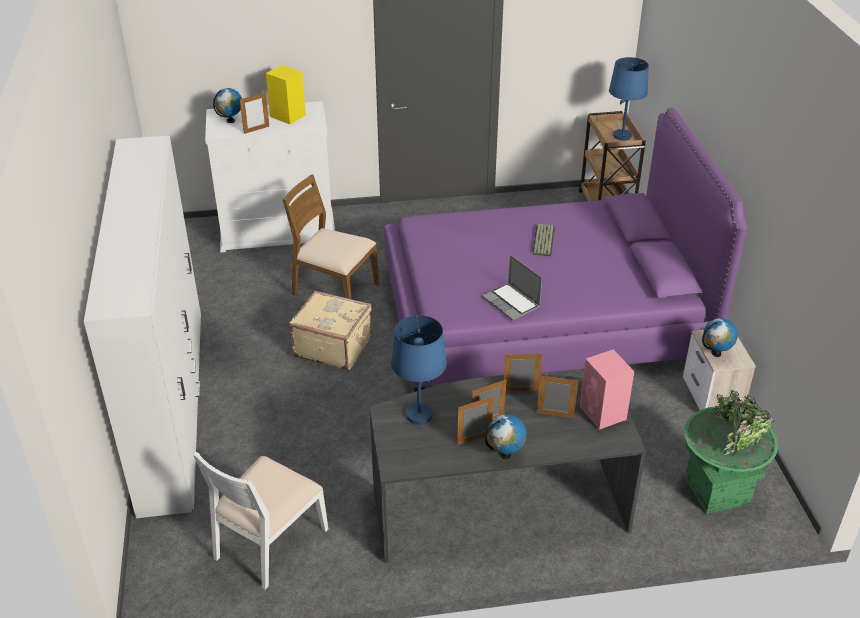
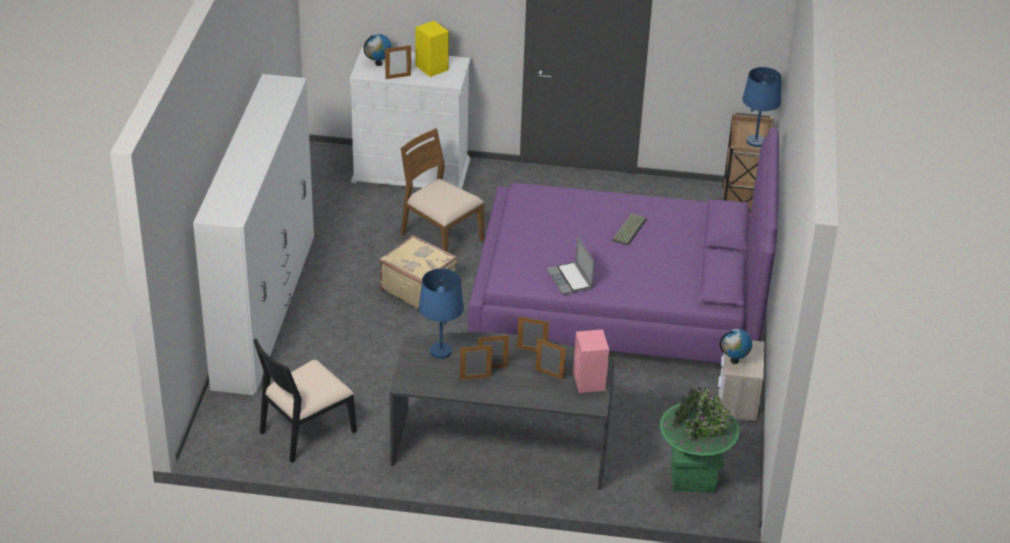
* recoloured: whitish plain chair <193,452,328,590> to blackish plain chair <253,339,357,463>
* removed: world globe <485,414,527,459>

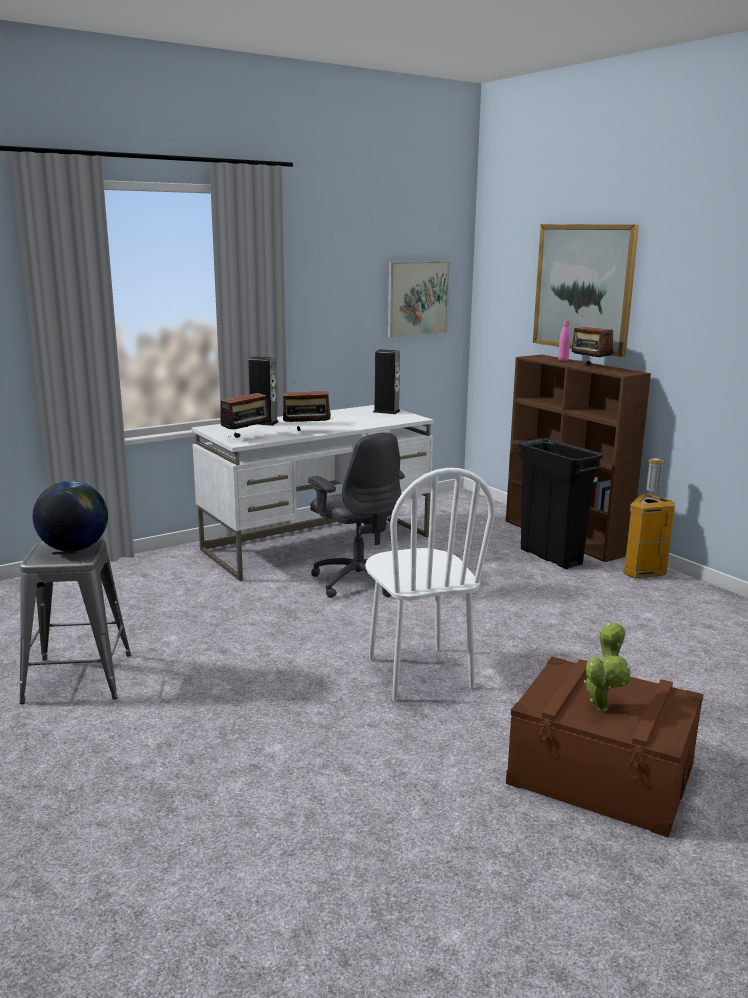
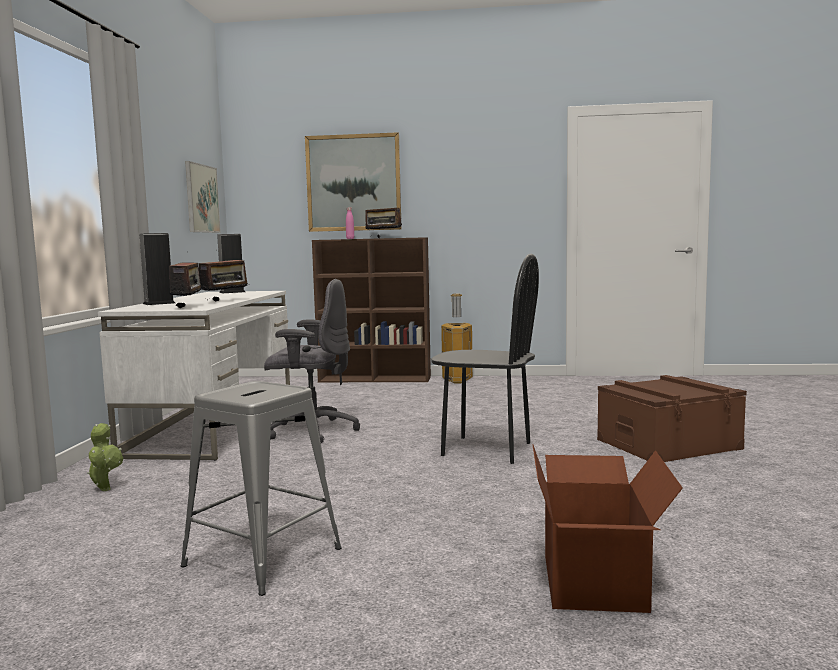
* removed: world globe <33,481,108,551>
* recoloured: whitish plain chair <365,468,495,701> to blackish plain chair <431,254,539,464>
* removed: blackish waste bin <518,438,603,569>
* moved: houseplant <584,622,631,711> to <87,423,123,491>
* added: packing box <532,444,683,613>

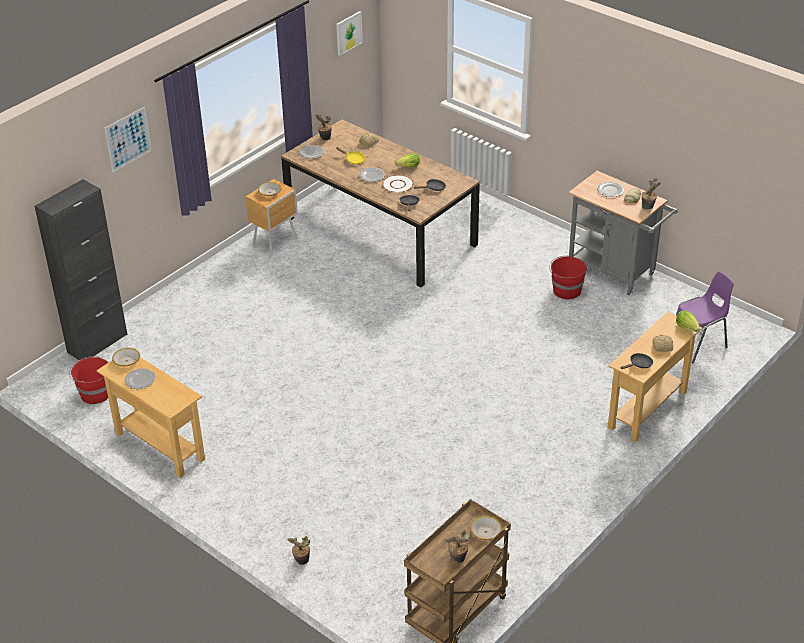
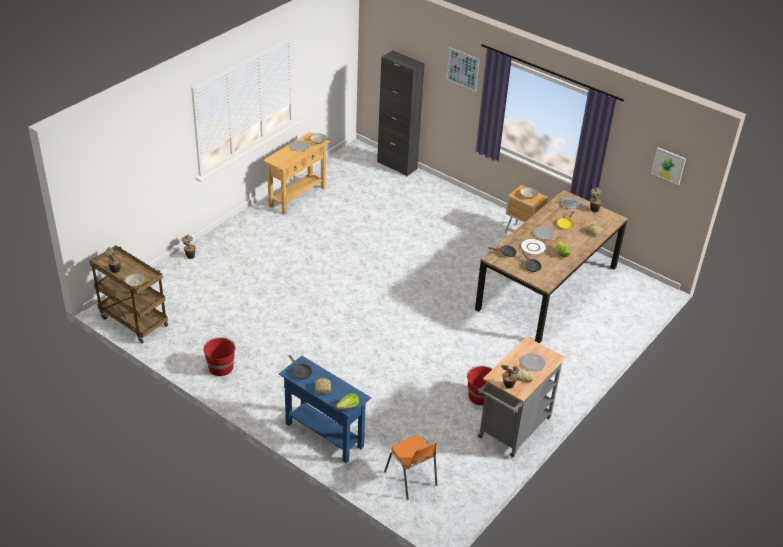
* moved: reddish water bucket <69,356,108,404> to <203,337,236,376>
* recoloured: beige hall table <608,312,702,443> to blue hall table <279,356,371,463>
* recoloured: purple plain chair <676,272,734,364> to orange plain chair <384,435,437,500>

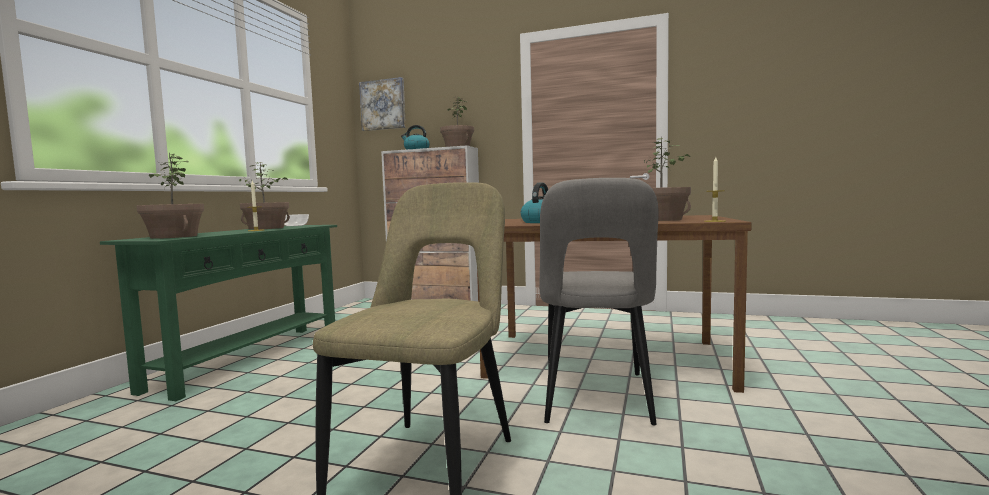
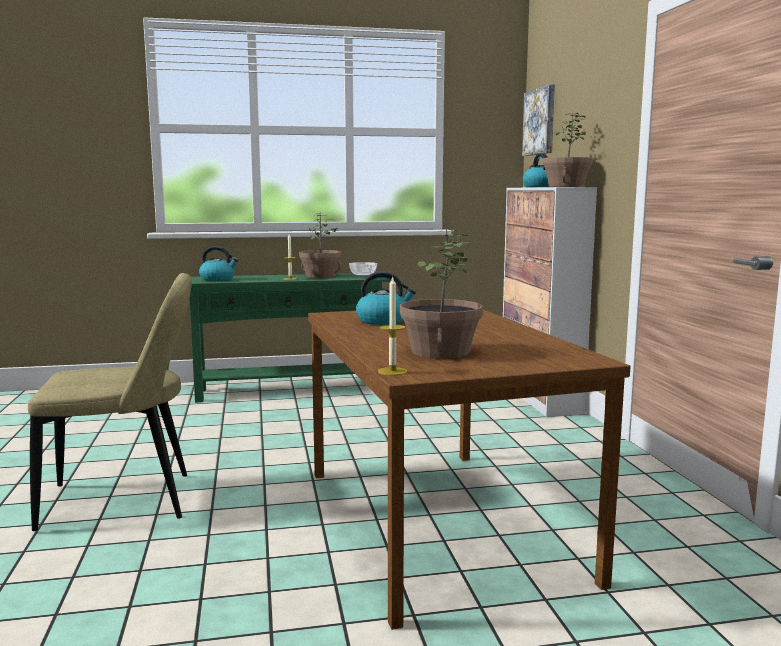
* replaced: houseplant <137,153,204,239> to tea kettle <199,246,239,281>
* removed: grey plain chair <539,178,659,426>

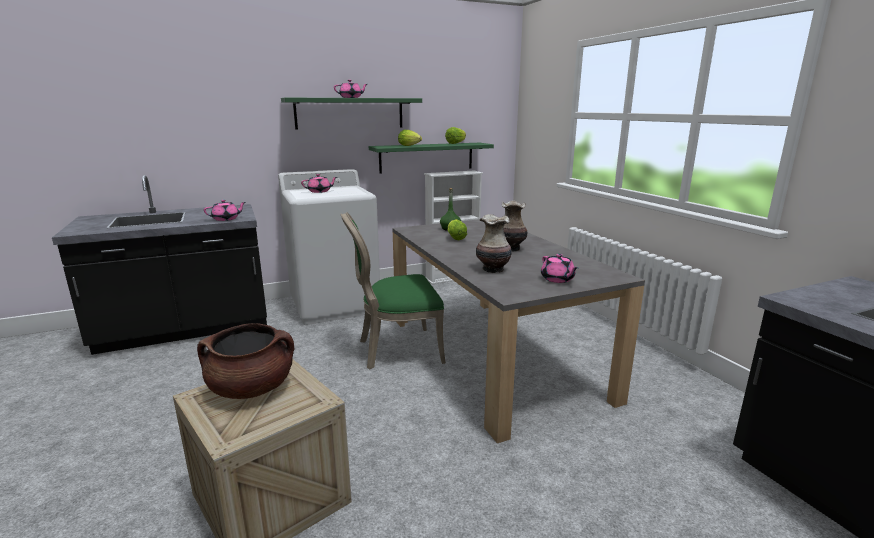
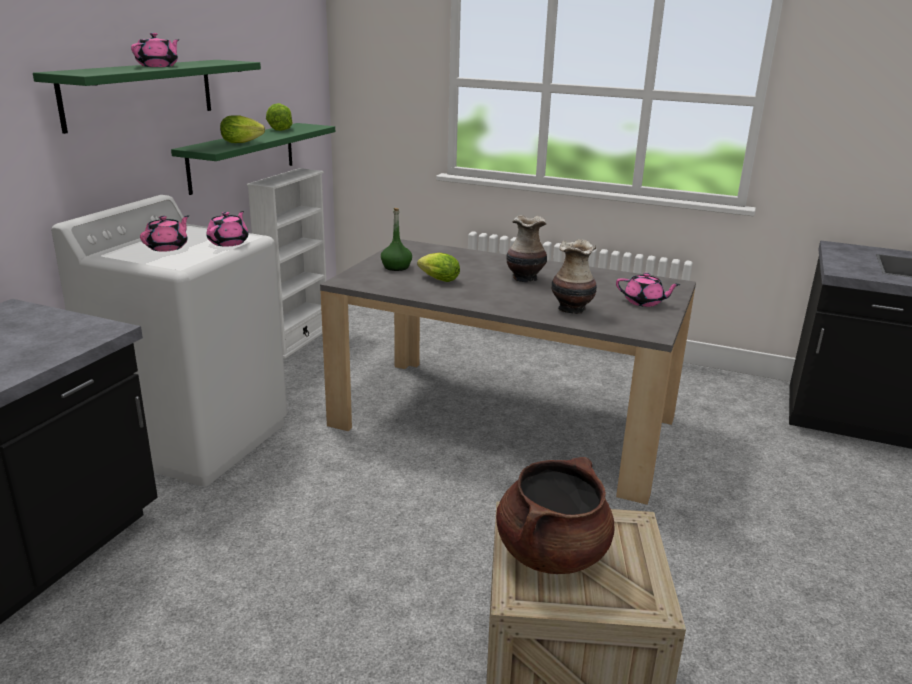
* moved: pink-coloured teapot <204,200,246,221> to <207,211,248,247>
* removed: greenish plain chair <340,212,446,369>

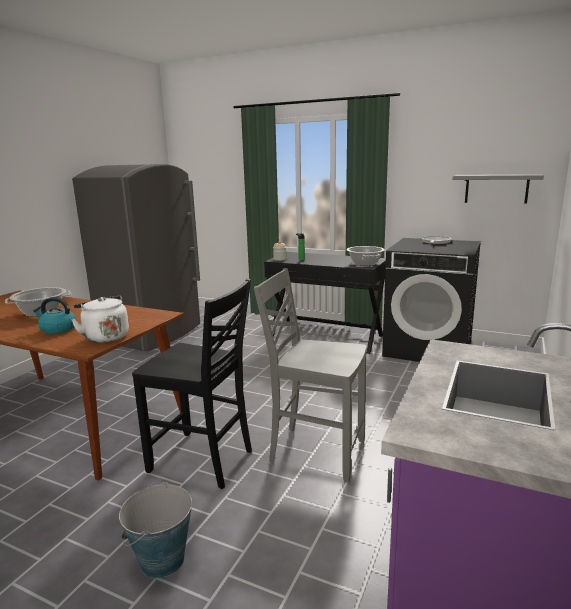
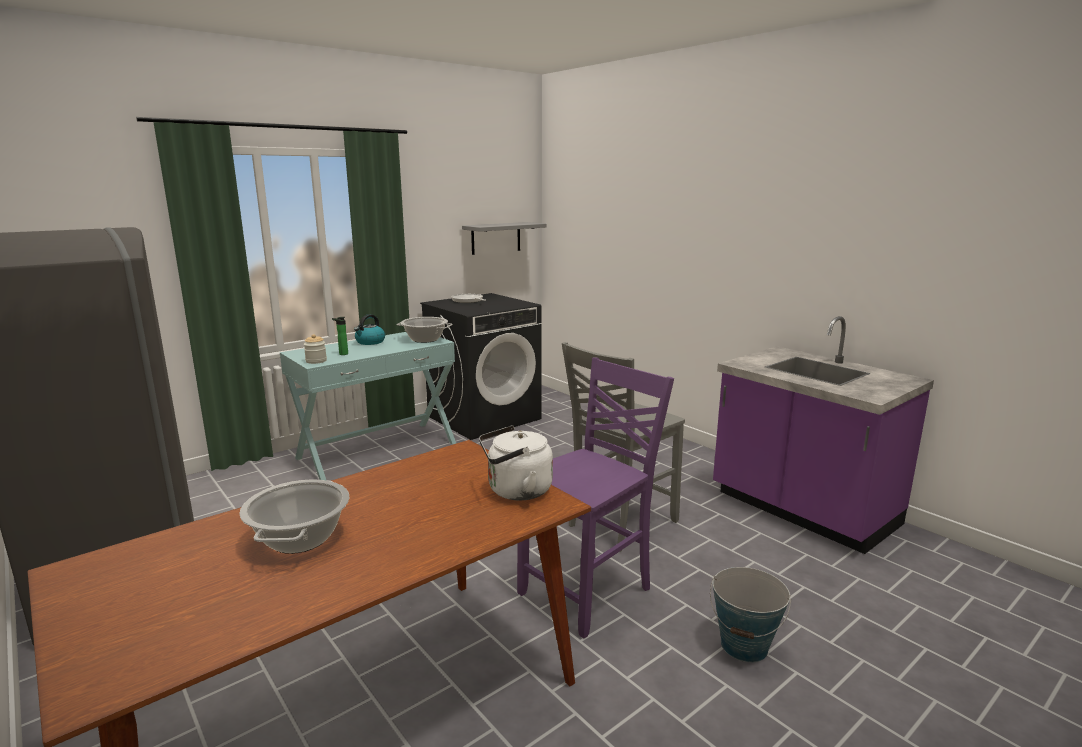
* moved: tea kettle <33,297,76,334> to <354,314,385,345>
* recoloured: blackish plain chair <132,279,252,489> to purple plain chair <517,357,674,639>
* recoloured: blackish hall table <264,252,386,354> to blue-green hall table <280,332,456,480>

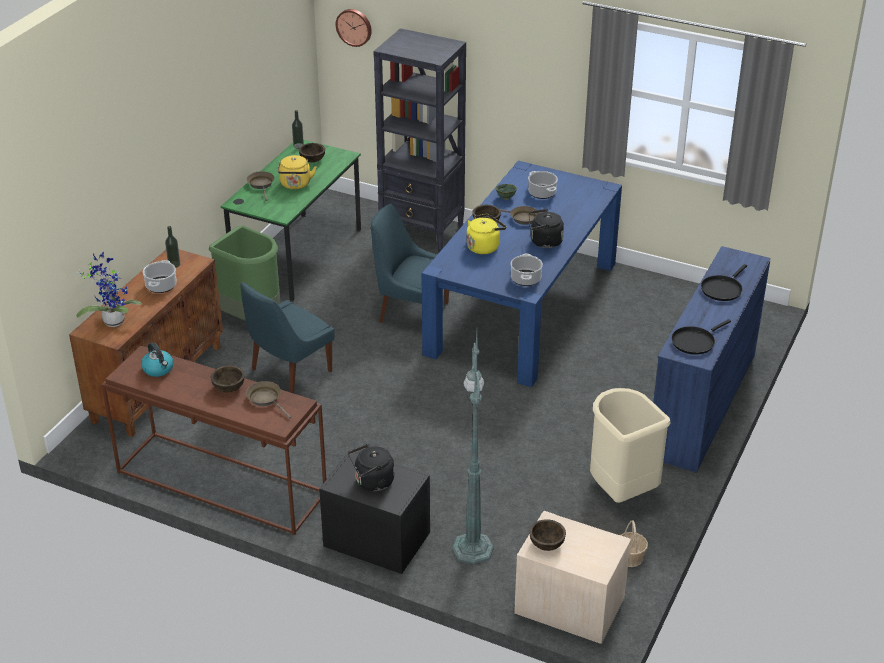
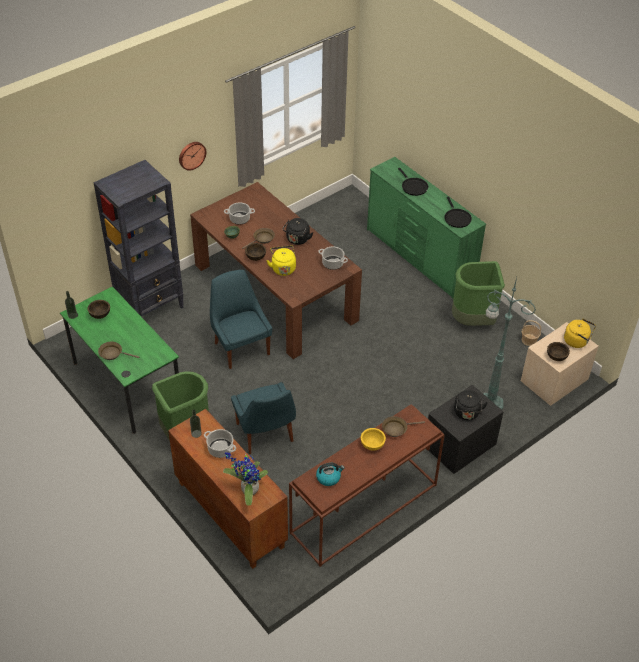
* recoloured: brown bowl <211,365,245,392> to yellow bowl <361,428,386,451>
* moved: yellow tea kettle <278,155,316,189> to <564,319,596,348>
* moved: hanging clock <336,9,372,47> to <179,142,206,171>
* turned: blue plain chair <371,203,449,323> = <210,270,272,369> 105 degrees clockwise
* recoloured: blue dinner table <421,161,622,387> to brown dinner table <190,182,362,359>
* recoloured: beige waste bin <590,388,671,503> to greenish waste bin <452,261,505,326>
* recoloured: blue drawer chest <653,246,771,473> to greenish drawer chest <367,157,486,299>

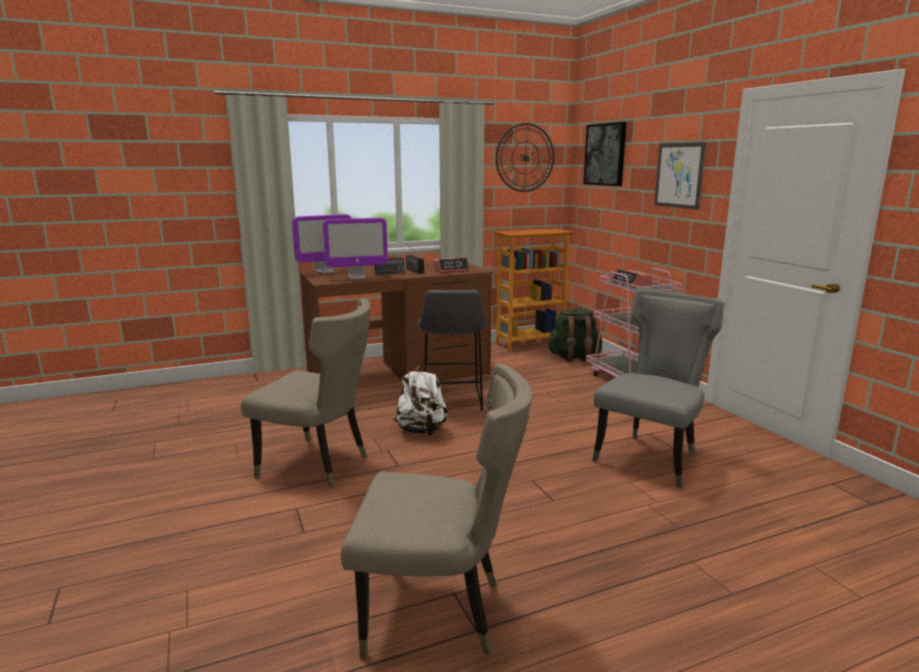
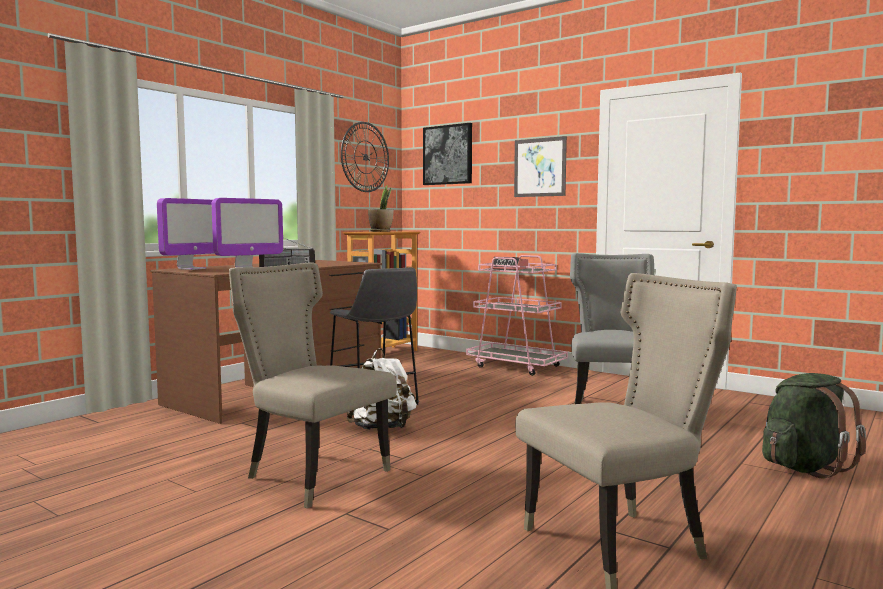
* turned: beige plain chair <241,298,371,488> = <229,262,397,509> 135 degrees counterclockwise
* removed: bedside clock <433,258,469,273>
* moved: greenish knapsack <547,309,602,362> to <762,373,866,478>
* added: houseplant <368,185,394,232>

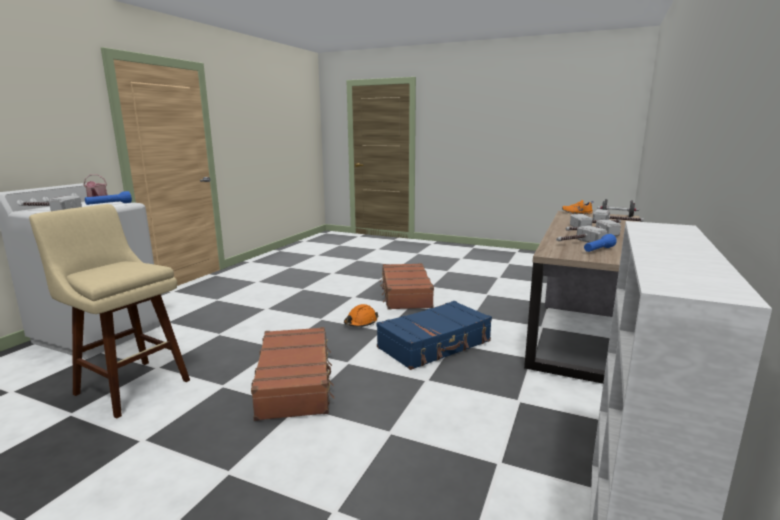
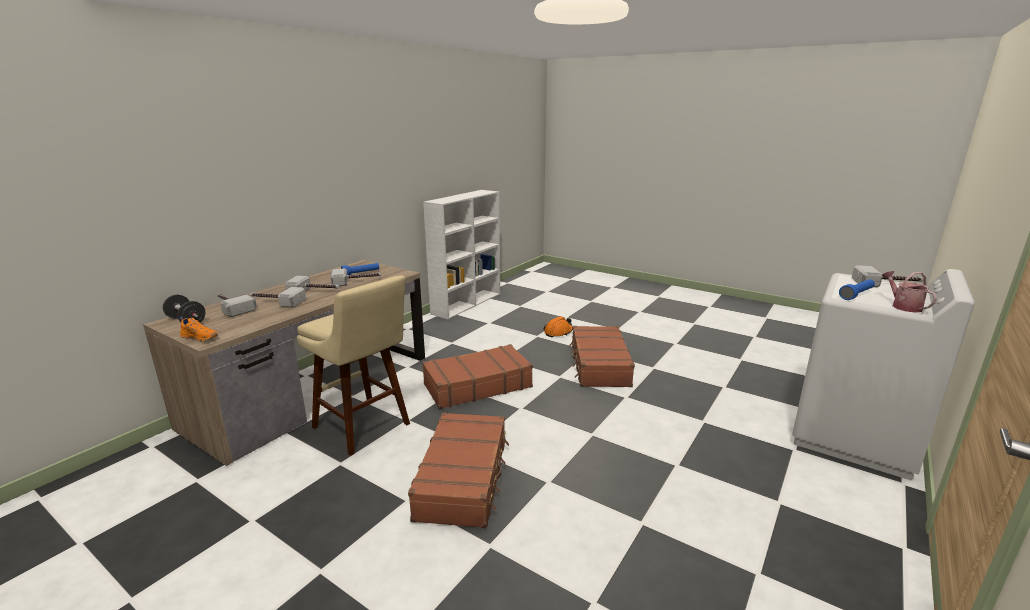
* moved: beige stool <29,204,190,419> to <297,275,410,456>
* moved: orange work helmet <344,304,378,327> to <543,316,573,337>
* recoloured: blue suitcase <377,301,492,370> to brown suitcase <422,344,533,409>

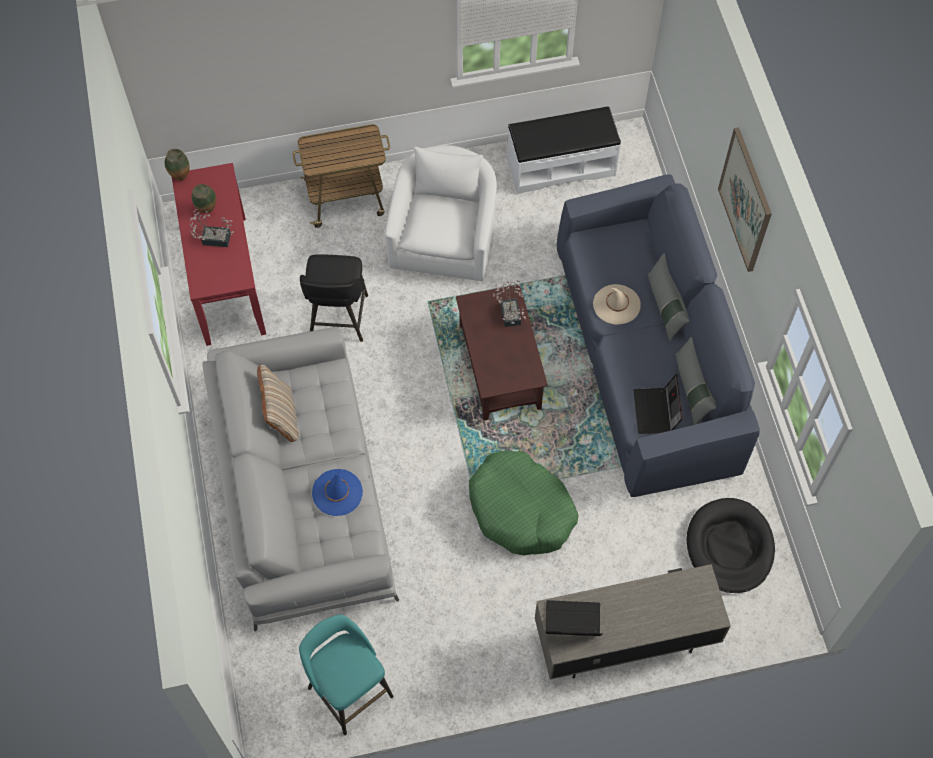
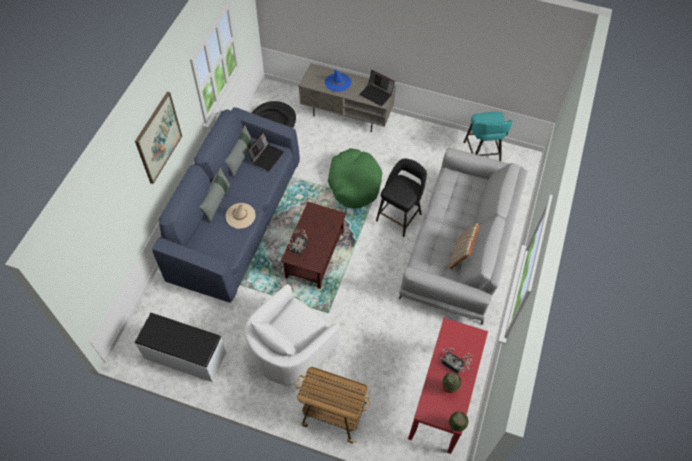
* moved: blackish stool <300,254,368,342> to <376,159,427,237>
* moved: blue wearable hat <312,469,363,516> to <325,69,351,92>

